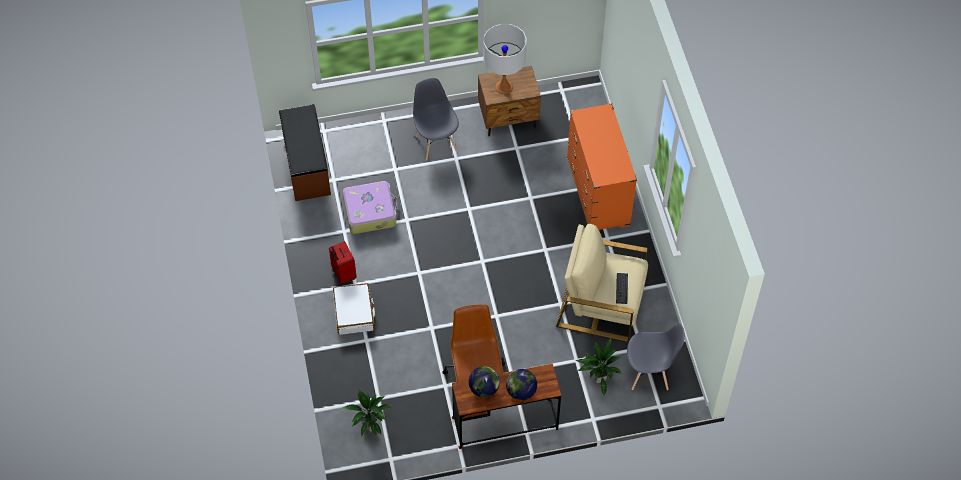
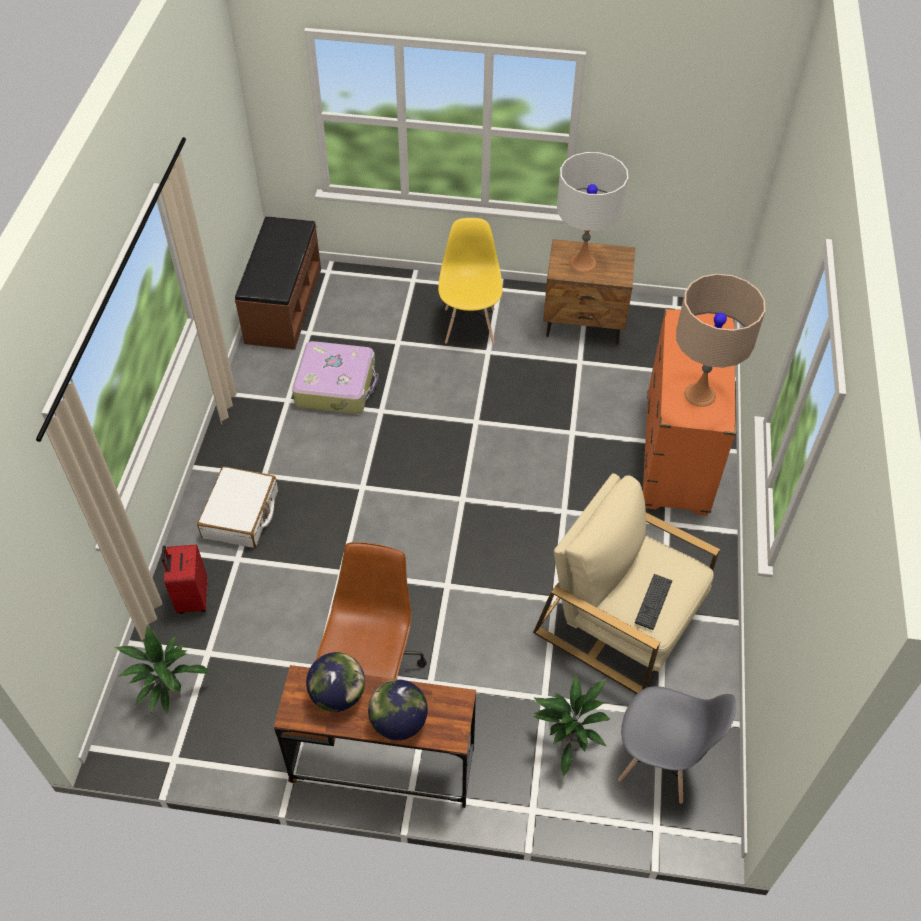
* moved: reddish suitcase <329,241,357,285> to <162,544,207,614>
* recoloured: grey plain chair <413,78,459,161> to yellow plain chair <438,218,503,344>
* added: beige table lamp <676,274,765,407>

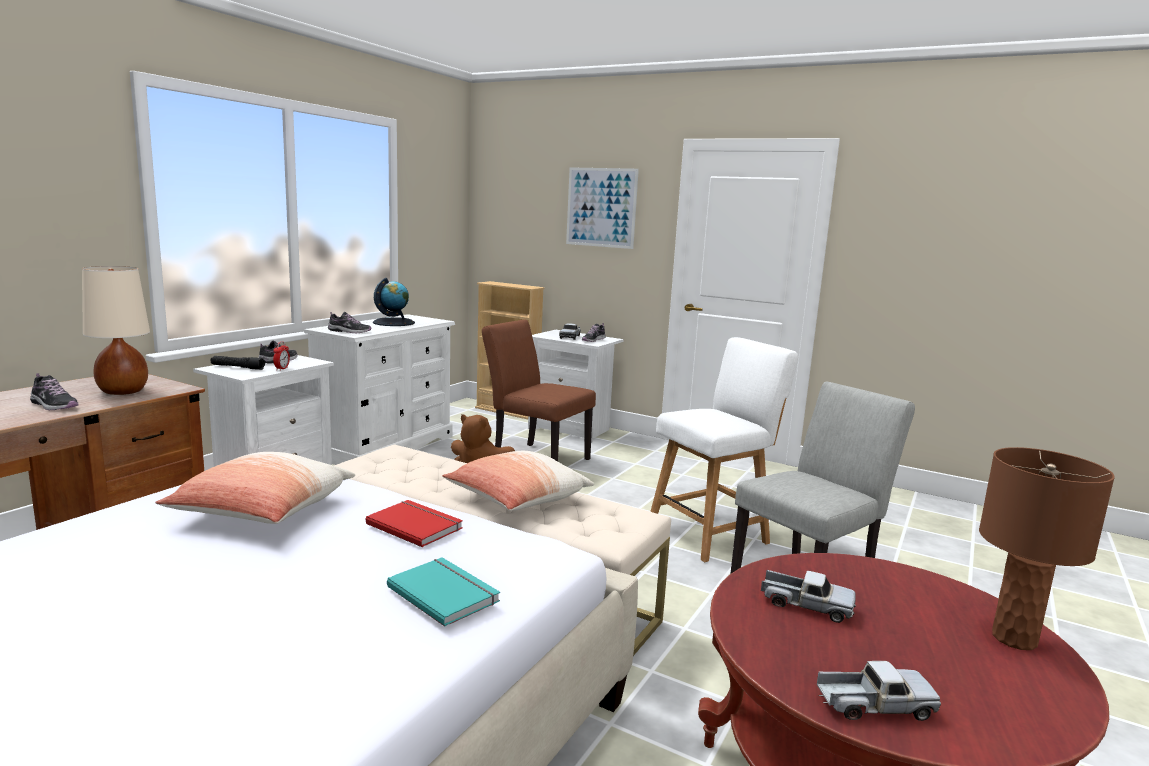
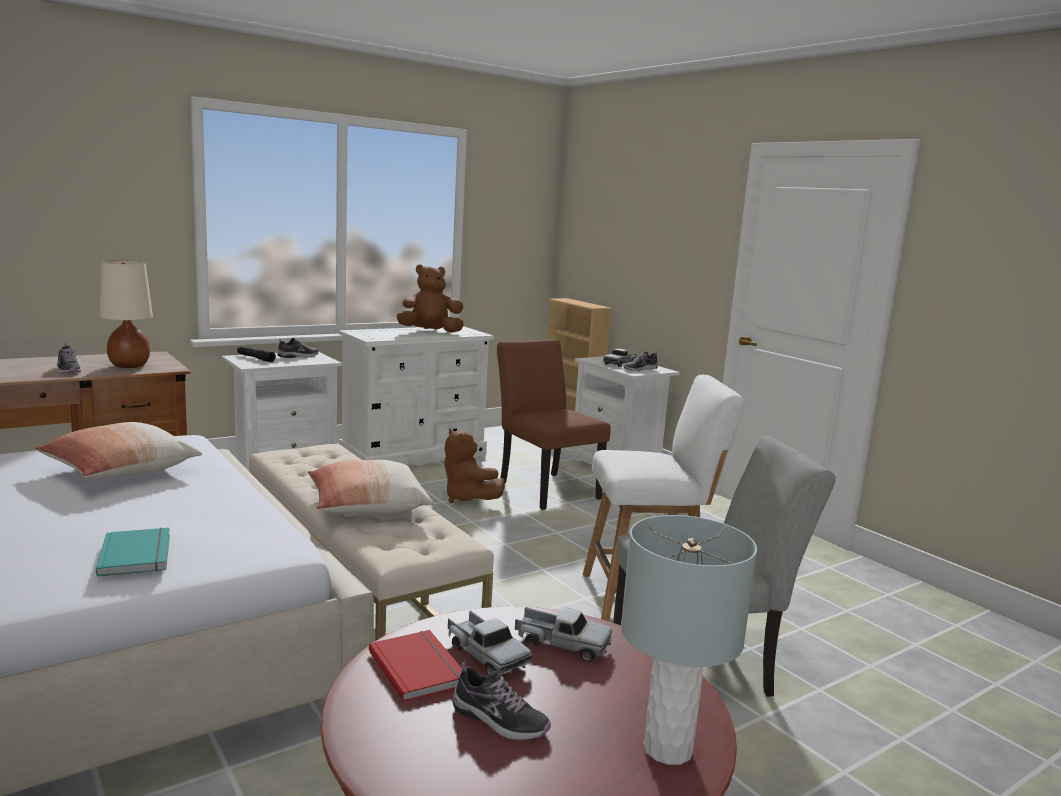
* removed: bedside clock <273,342,290,371>
* moved: shoe <328,312,372,333> to <452,662,551,740>
* moved: reddish volume <366,500,463,547> to <369,630,462,702>
* replaced: world globe <373,278,415,326> to brown soft toy <396,264,464,333>
* removed: picture <566,167,639,249>
* moved: toy truck <817,661,941,721> to <515,607,612,662>
* recoloured: brown table lamp <979,447,1115,650> to grey table lamp <621,515,757,765>

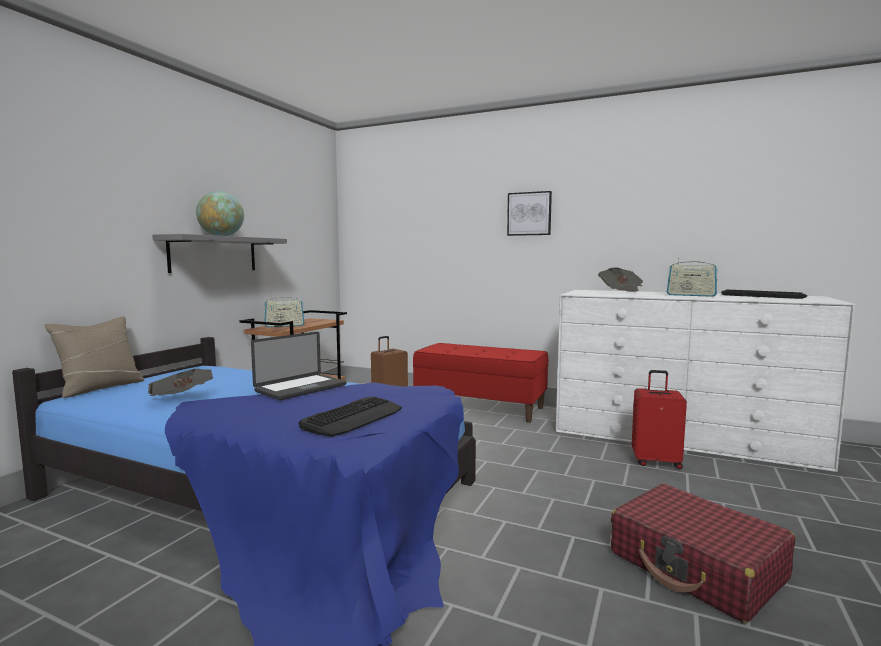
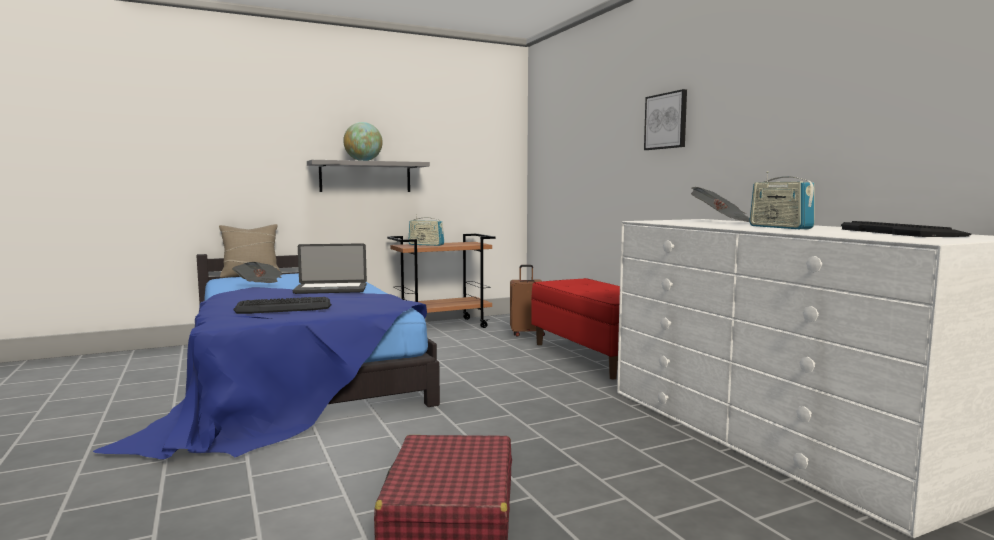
* removed: reddish suitcase <632,370,687,469>

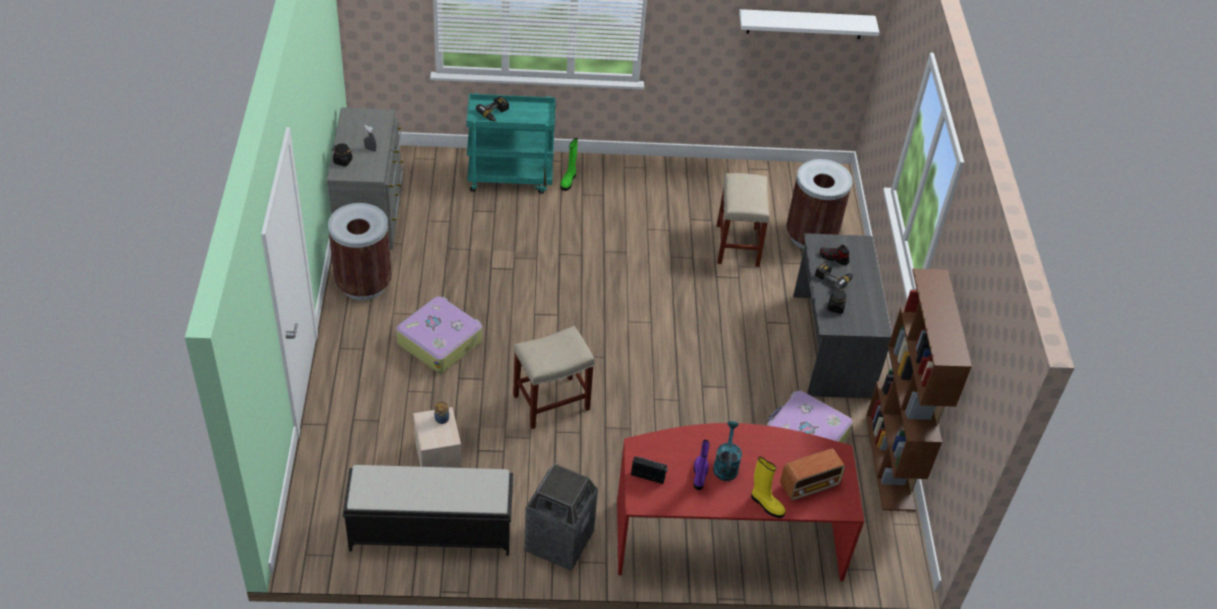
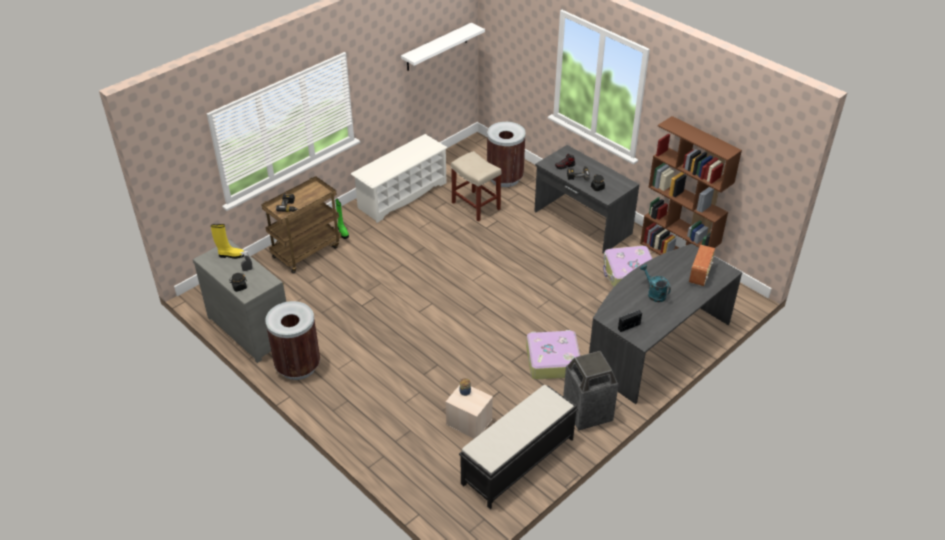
* moved: suitcase <396,296,482,373> to <526,330,580,380>
* recoloured: blue-green cart <467,93,555,194> to brown cart <261,176,342,273>
* removed: beige stool <513,326,595,429>
* recoloured: reddish desk <617,423,864,581> to grey desk <589,244,742,404>
* removed: purple tall boot <694,440,710,490>
* moved: yellow tall boot <751,457,786,518> to <211,224,244,259>
* added: whitish shoe stand <351,134,448,223>

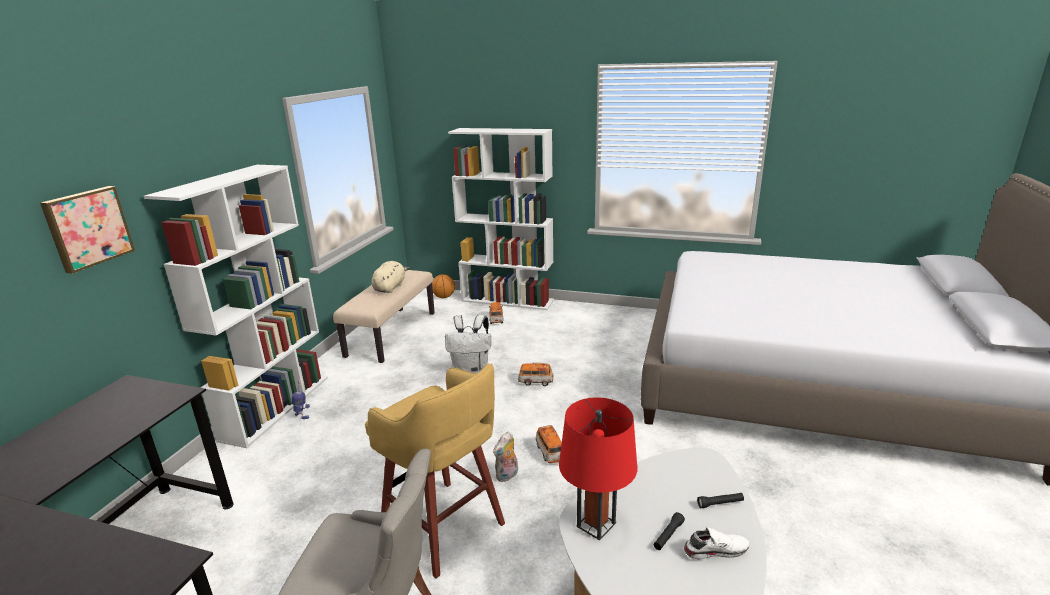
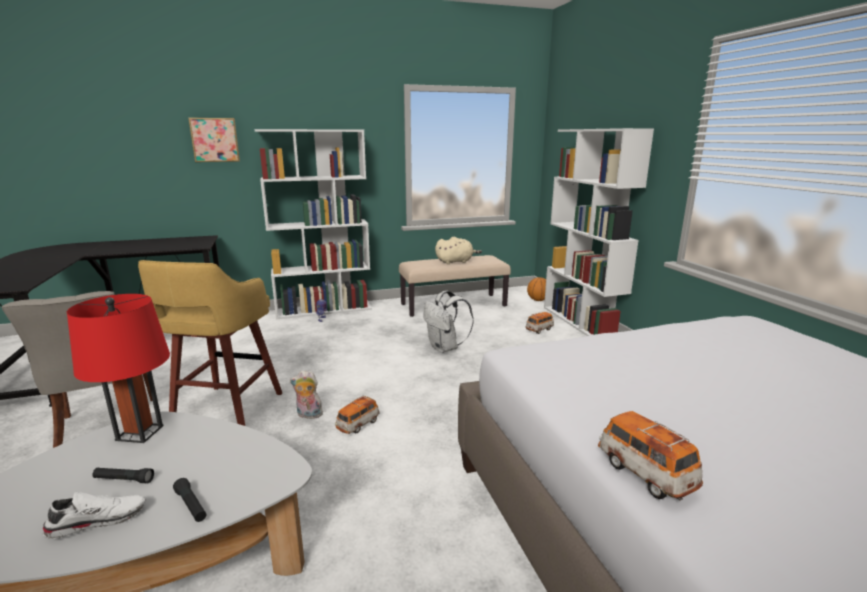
* moved: toy car <518,363,554,386> to <598,411,703,501>
* turned: whitish shoe <683,527,750,560> = <43,492,146,539> 75 degrees counterclockwise

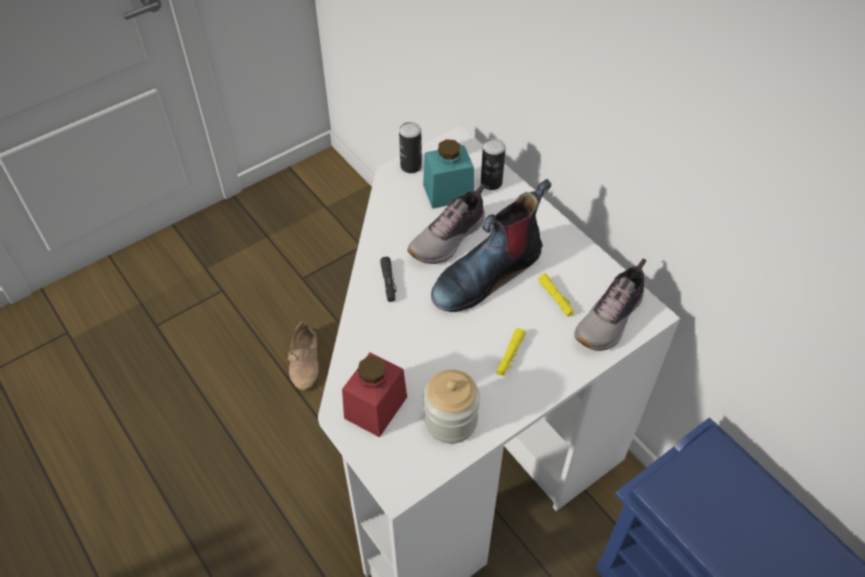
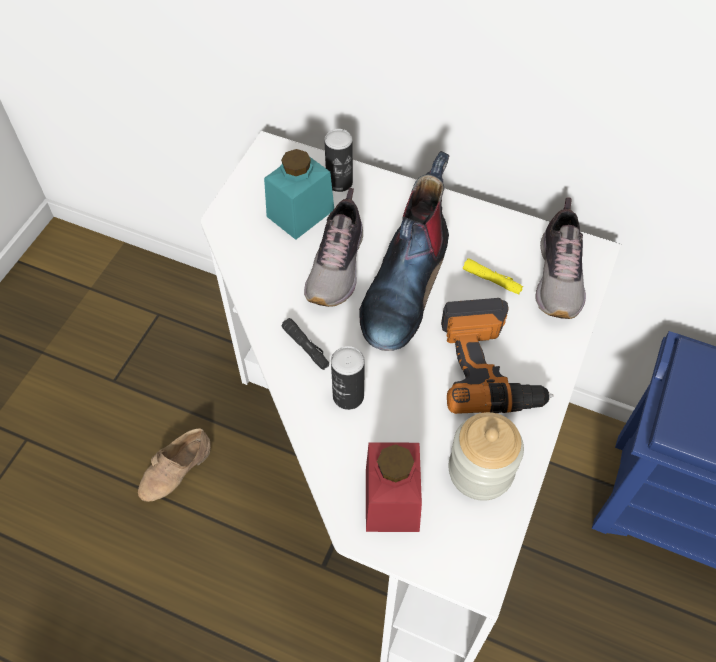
* turned: beige shoe <288,321,319,391> = <138,428,211,502> 75 degrees clockwise
* moved: can <399,122,422,173> to <331,346,365,410>
* replaced: yellow hand torch <496,328,526,376> to electric drill <441,298,554,414>

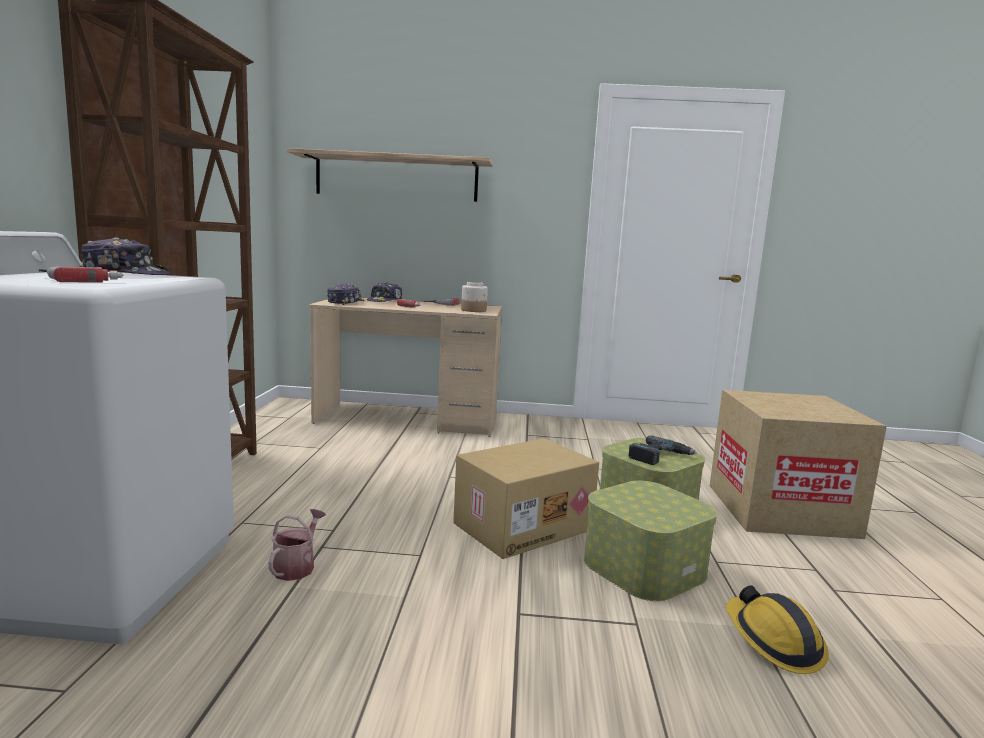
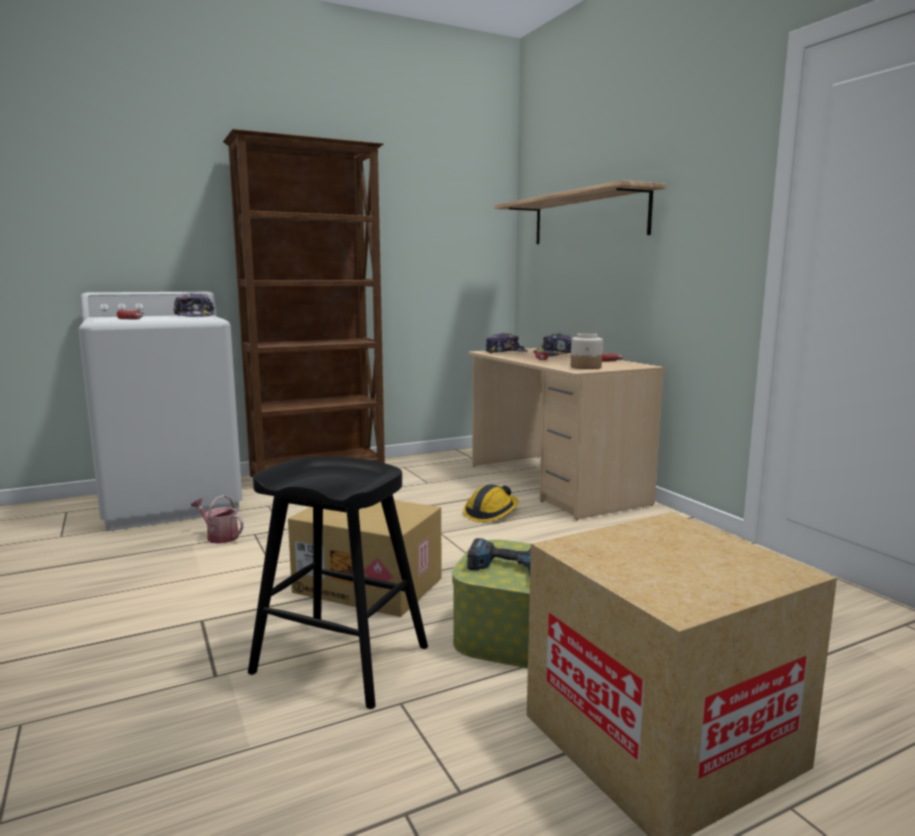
* turned: watering can <268,509,326,581> = <191,495,244,544> 135 degrees counterclockwise
* replaced: storage bin <584,481,717,601> to blackish stool <248,457,428,709>
* moved: work helmet <726,586,829,674> to <463,484,519,522>

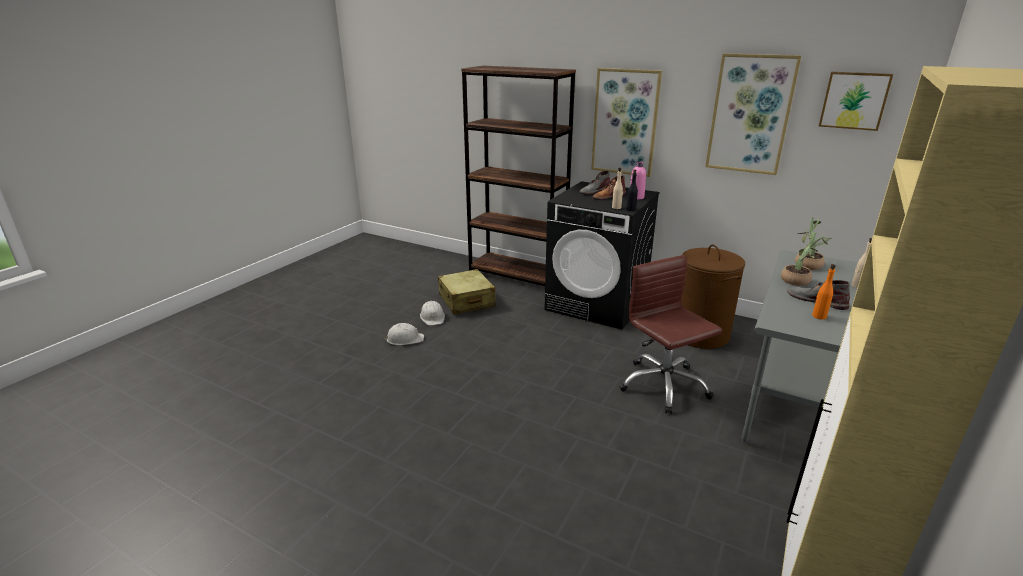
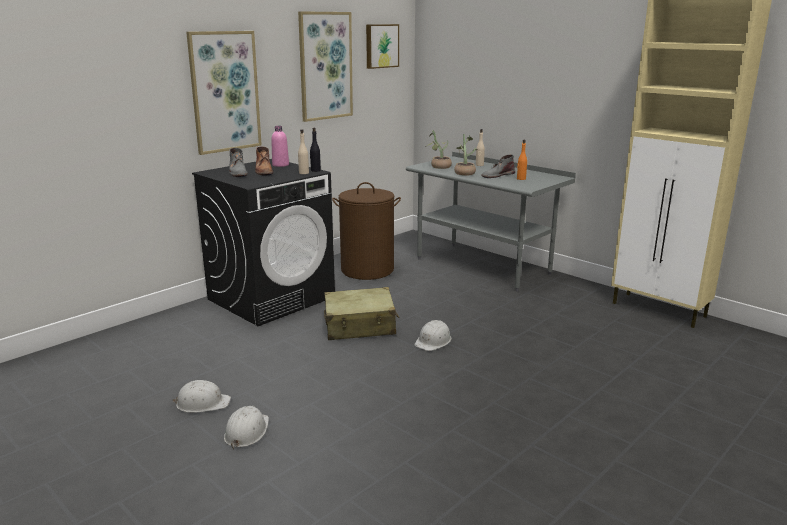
* moved: beige suitcase <438,269,496,314> to <324,287,399,340>
* removed: brown bookcase <461,66,576,286>
* removed: brown computer chair <619,255,722,414>
* added: whitish work helmet <414,320,452,351>

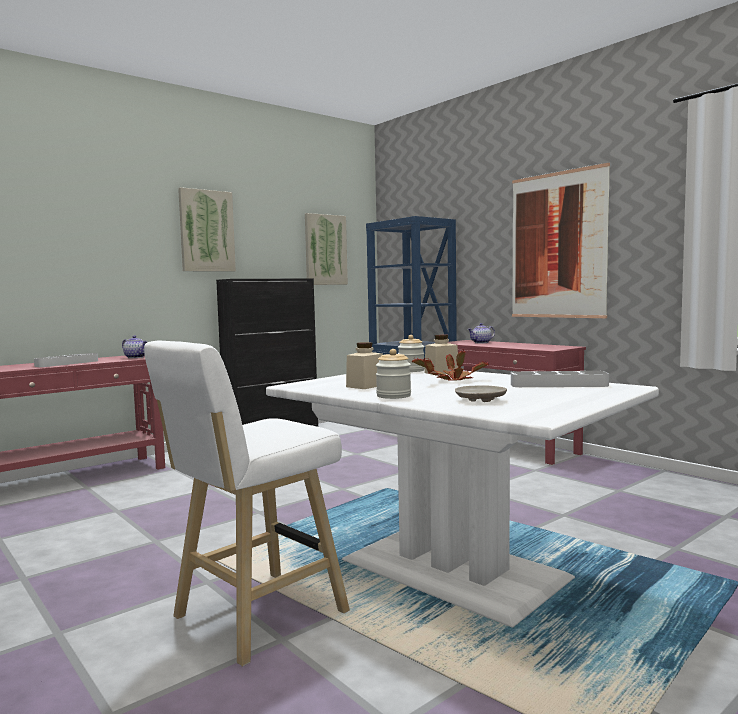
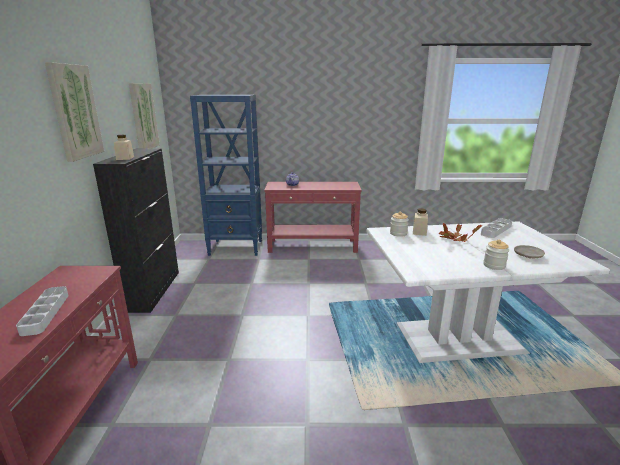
* removed: teapot <122,335,148,358>
* removed: whitish stool <144,341,350,667>
* moved: beige preserve jar <346,342,383,389> to <114,135,134,160>
* removed: picture <512,163,610,318>

